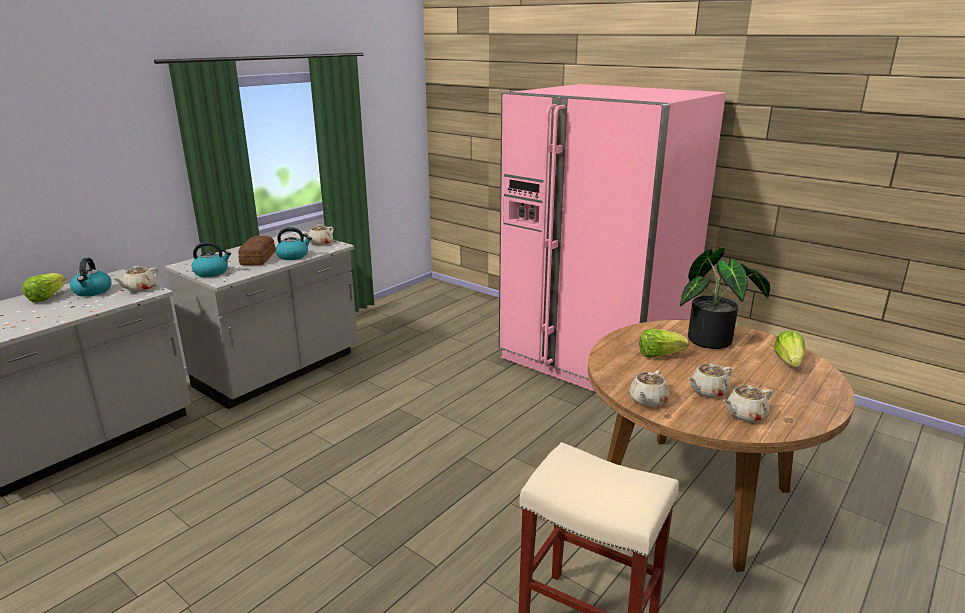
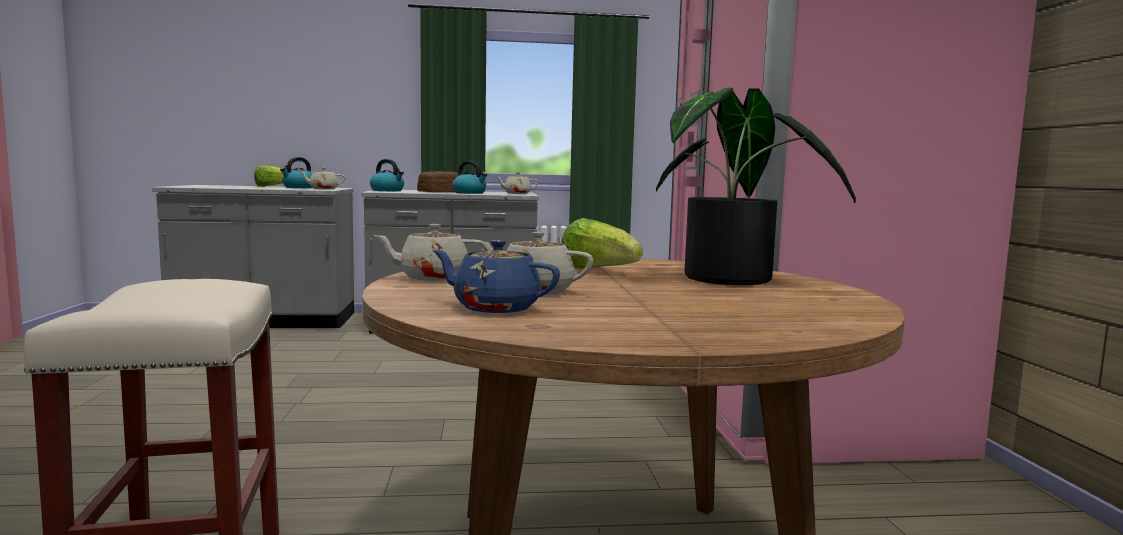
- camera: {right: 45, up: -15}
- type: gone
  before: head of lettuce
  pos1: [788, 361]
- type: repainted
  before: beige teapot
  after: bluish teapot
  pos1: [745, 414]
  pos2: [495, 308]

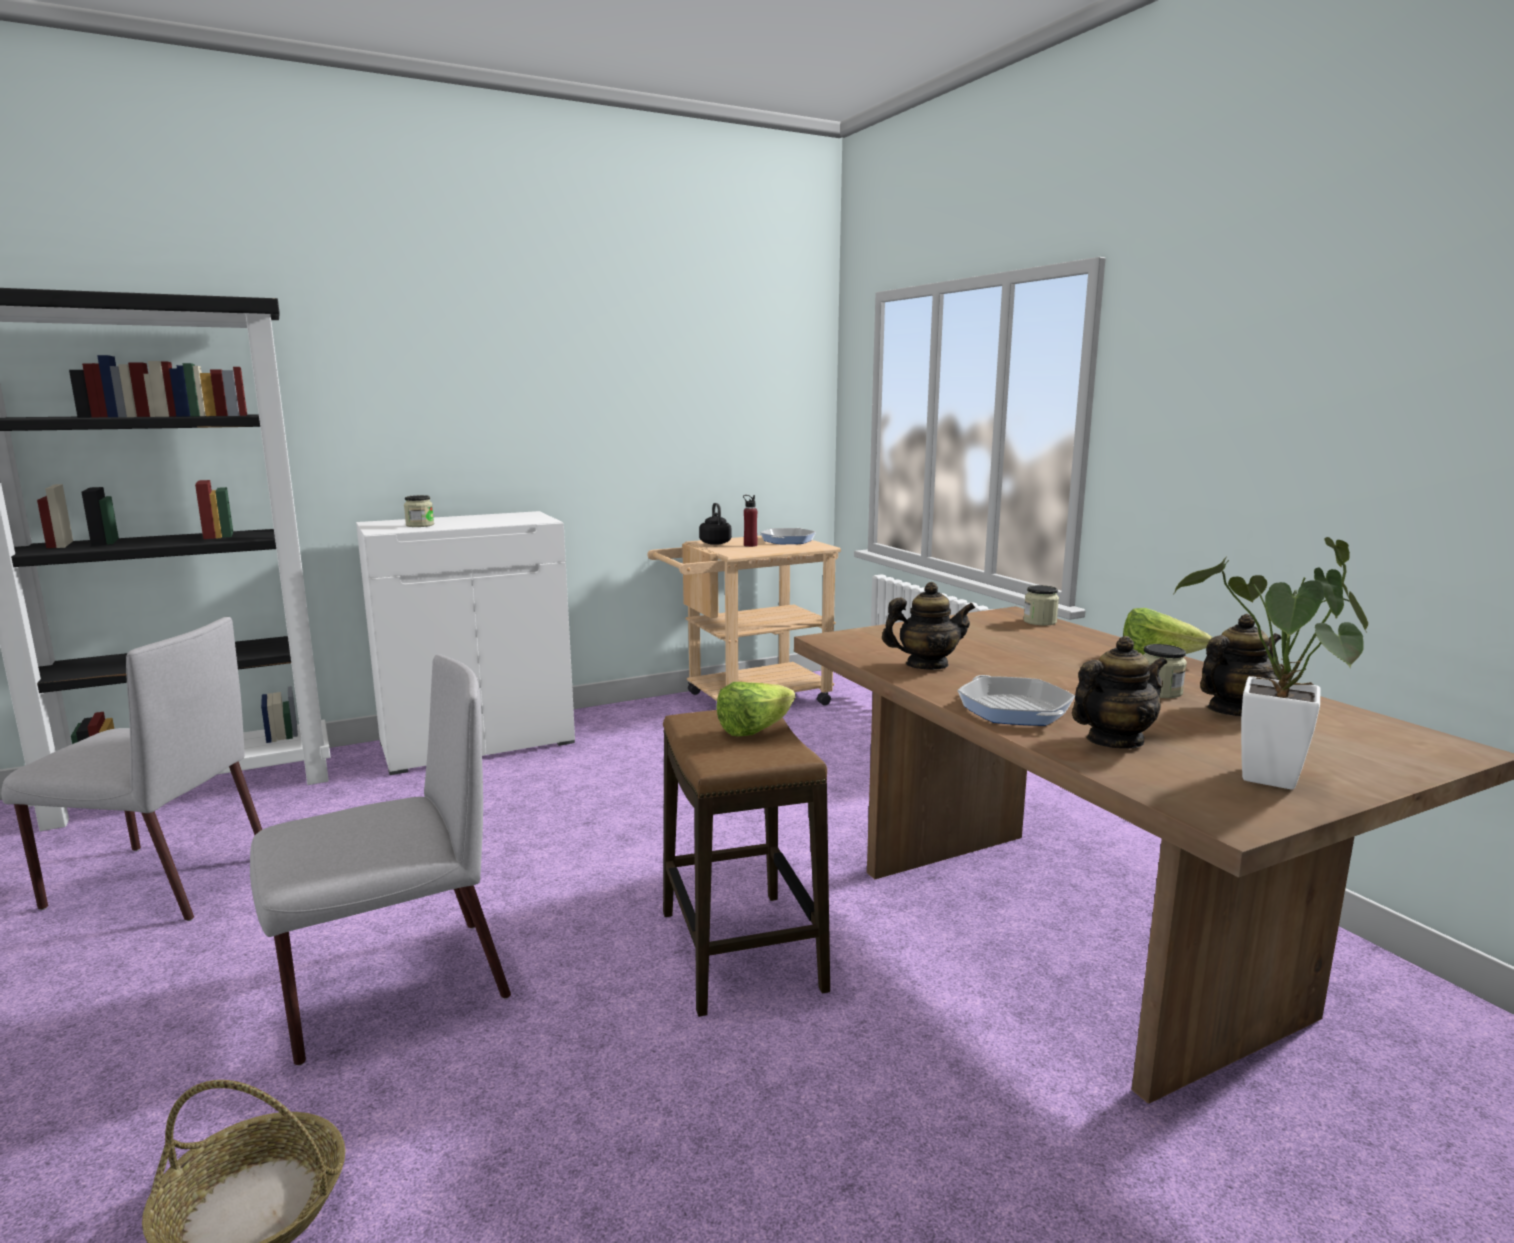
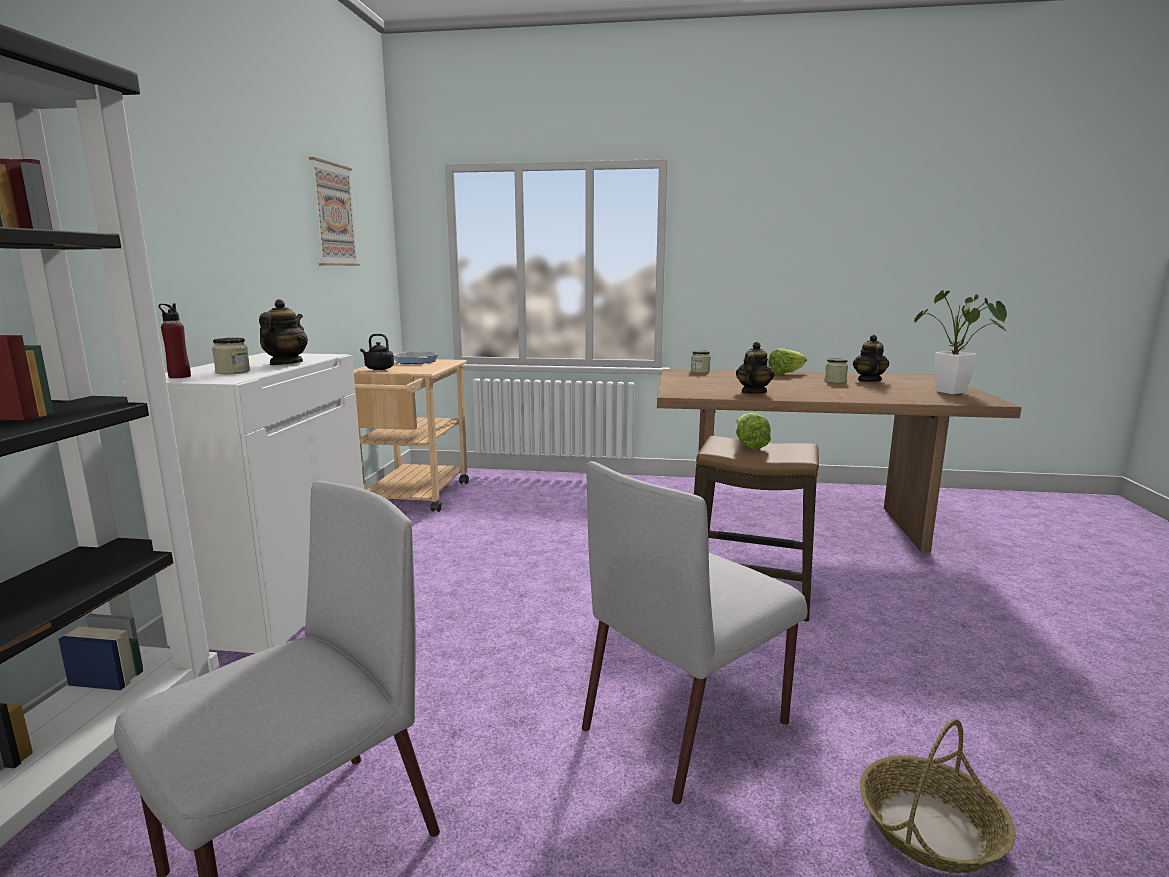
- camera: {right: -55, up: 0}
- type: gone
  before: frying pan
  pos1: [1014, 709]
- type: new
  after: picture
  pos2: [333, 215]
- type: shifted
  before: red drink bottle
  pos1: [750, 545]
  pos2: [179, 376]
- type: shifted
  before: teapot
  pos1: [1114, 741]
  pos2: [285, 364]
- type: rotated
  before: gray chair
  pos1: [390, 989]
  pos2: [688, 724]
  turn: -135

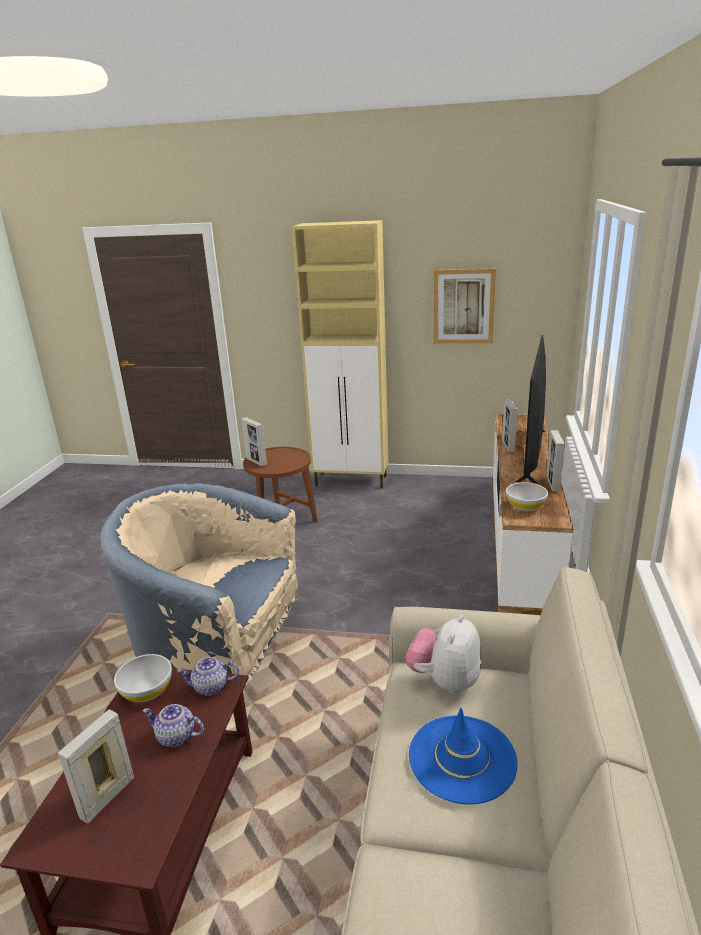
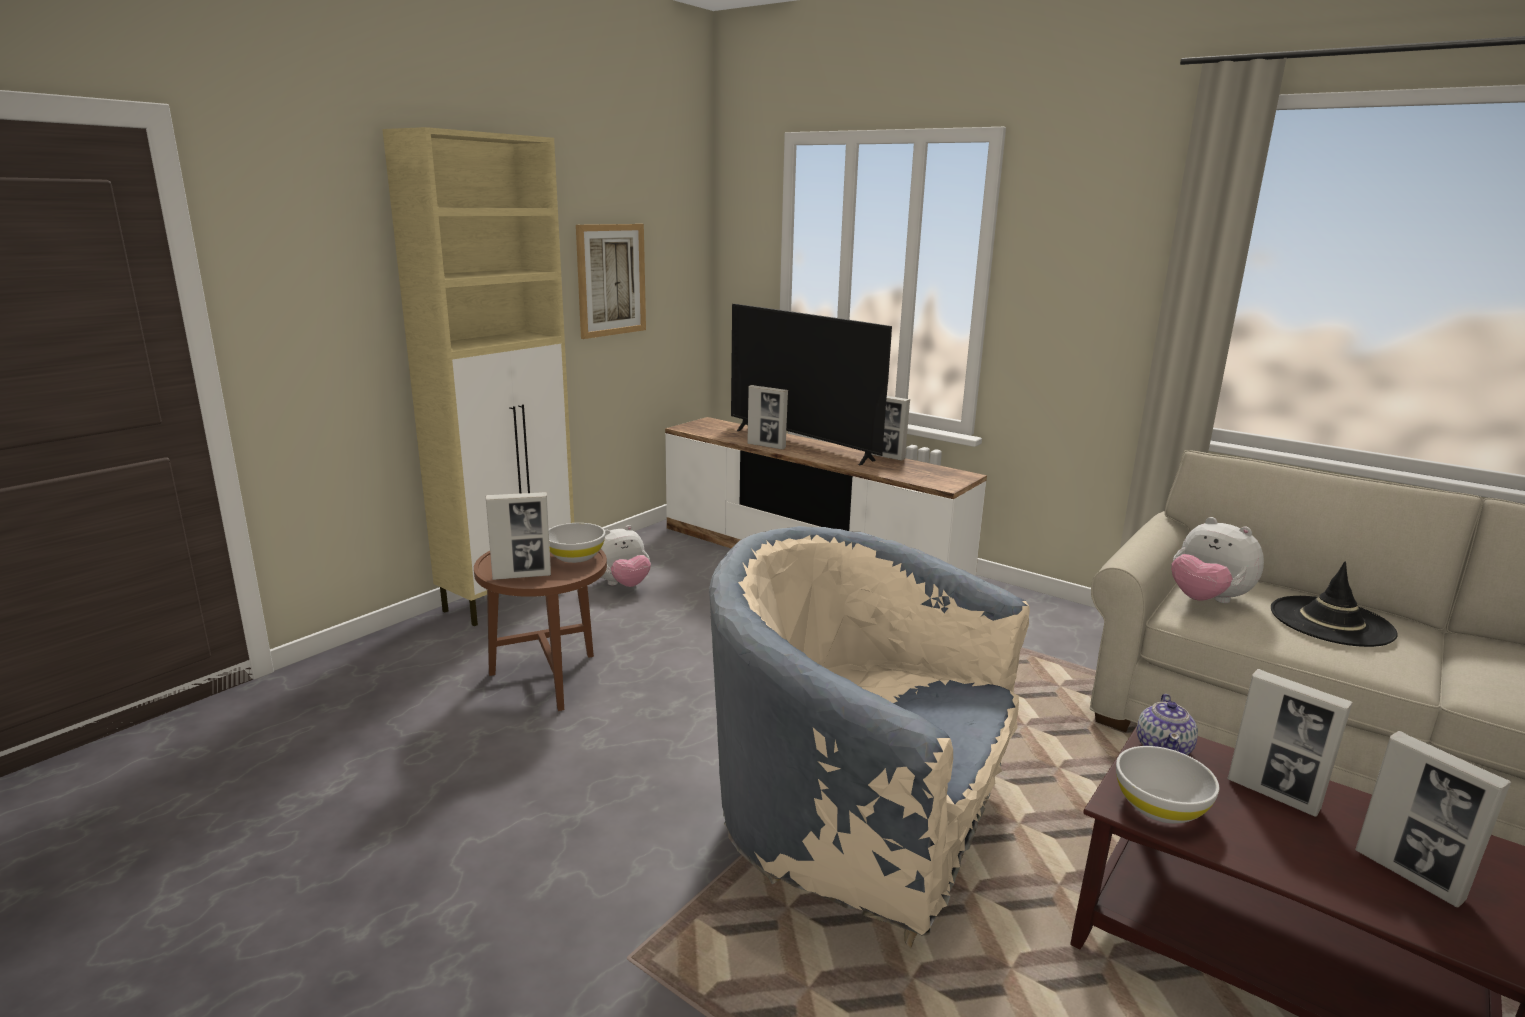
- camera: {right: -65, up: -5}
- type: new
  after: soft toy
  pos2: [622, 585]
- type: shifted
  before: white bowl
  pos1: [525, 506]
  pos2: [575, 556]
- type: swapped
  before: teapot
  after: picture frame
  pos1: [176, 737]
  pos2: [1273, 795]
- type: repainted
  before: bluish wearable hat
  after: blackish wearable hat
  pos1: [462, 758]
  pos2: [1331, 622]
- type: rotated
  before: beige easy chair
  pos1: [218, 647]
  pos2: [859, 829]
  turn: 75

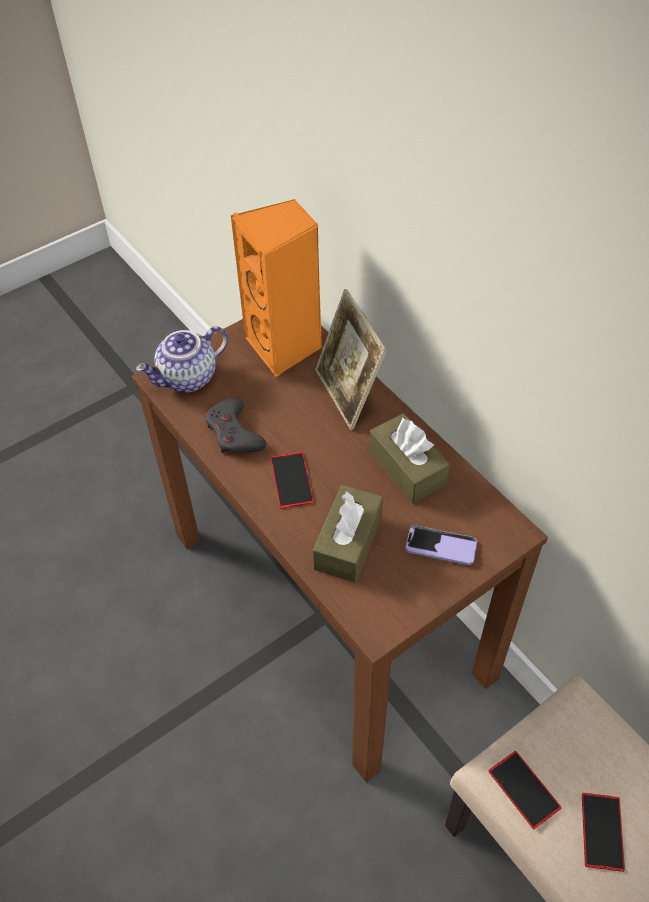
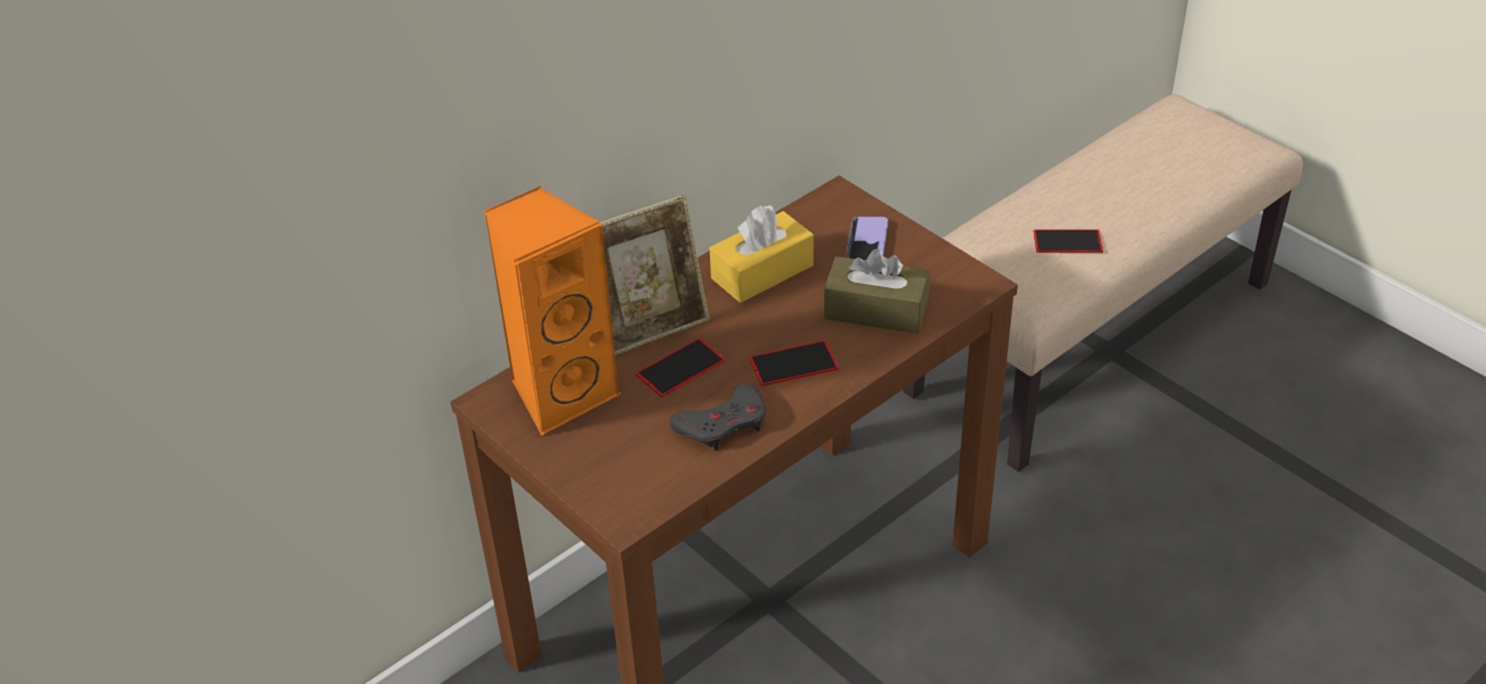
- camera: {right: -95, up: -10}
- type: gone
  before: teapot
  pos1: [188, 379]
- type: shifted
  before: telephone
  pos1: [524, 789]
  pos2: [680, 368]
- type: repainted
  before: brown box of tissues
  after: yellow box of tissues
  pos1: [407, 468]
  pos2: [762, 272]

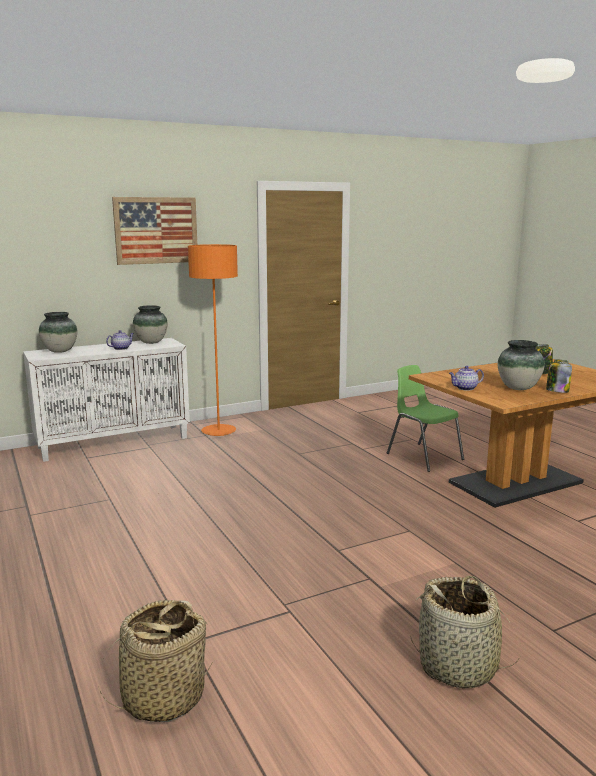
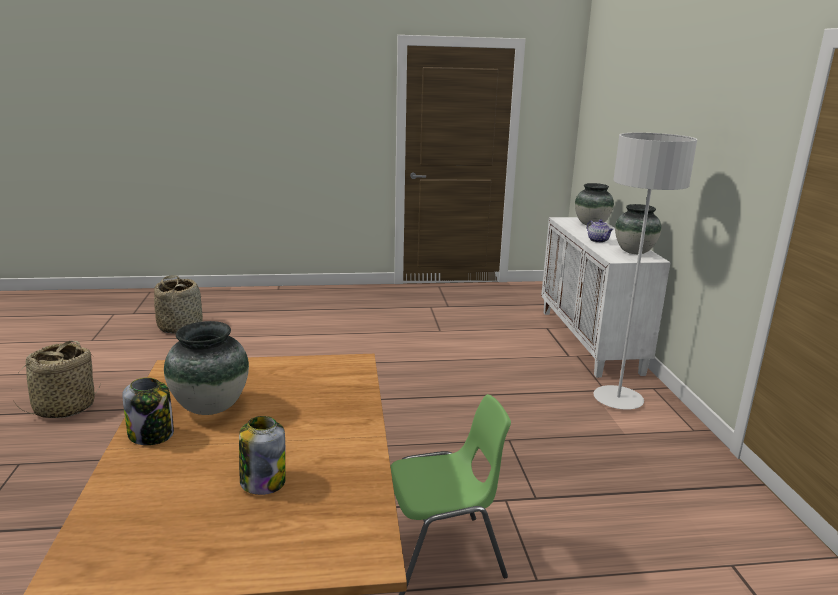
- camera: {right: 110, up: 5}
- type: gone
  before: picture
  pos1: [156, 230]
- type: gone
  before: teapot
  pos1: [465, 388]
- type: repainted
  before: orange-coloured standard lamp
  after: gray standard lamp
  pos1: [218, 431]
  pos2: [618, 400]

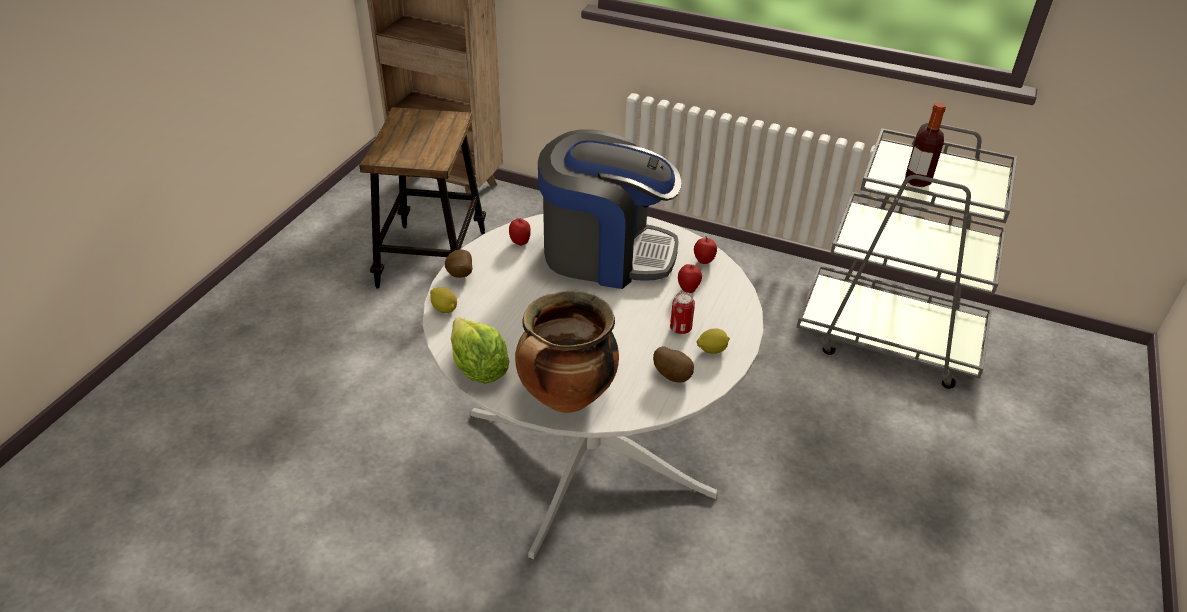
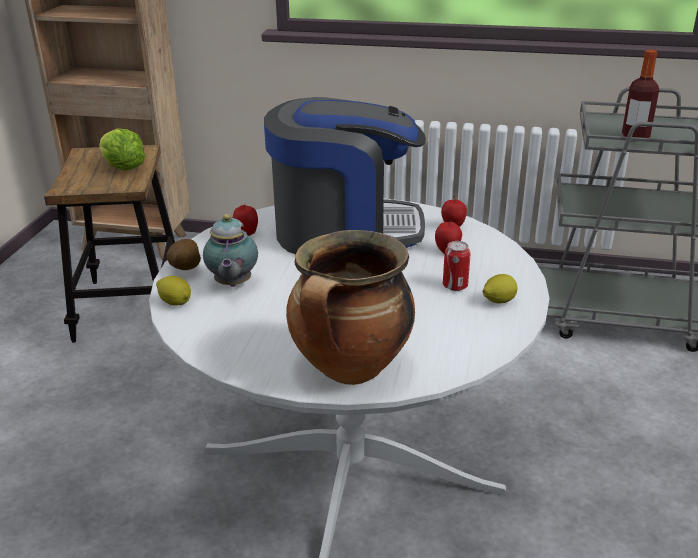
- camera: {right: -10, up: -10}
- type: gone
  before: whole potato
  pos1: [673, 376]
- type: new
  after: teapot
  pos2: [232, 284]
- type: shifted
  before: head of lettuce
  pos1: [478, 369]
  pos2: [123, 168]

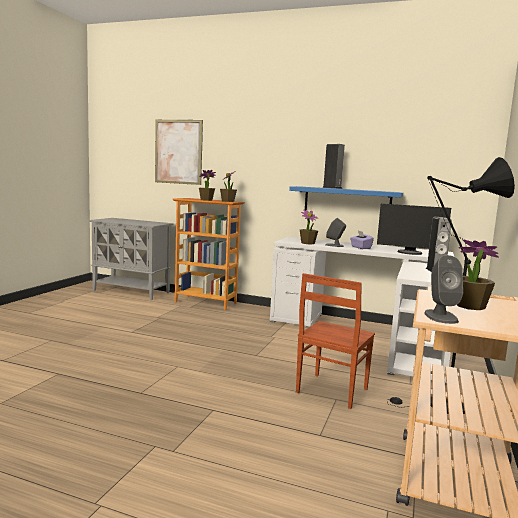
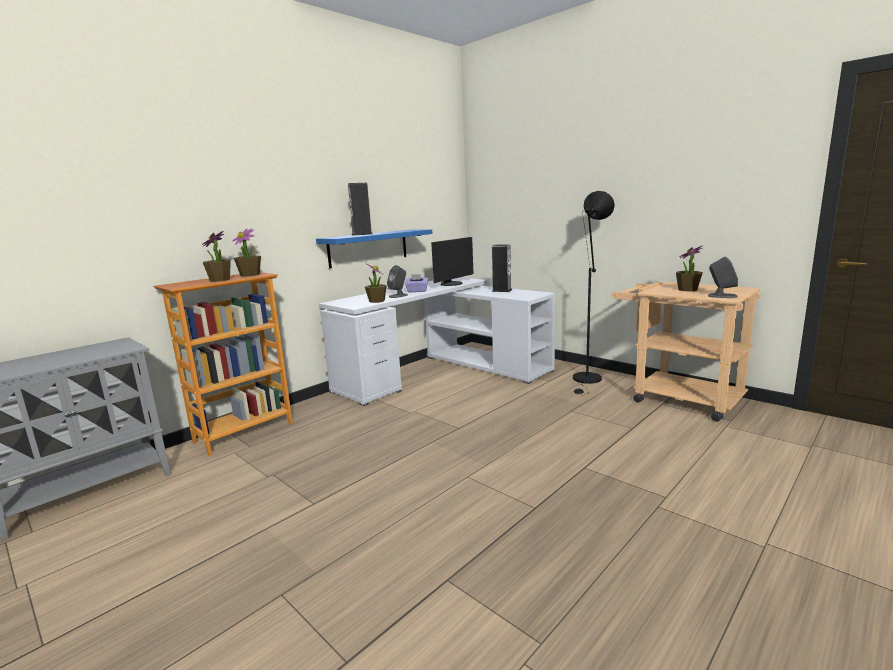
- camera: {right: -65, up: 5}
- type: gone
  before: picture
  pos1: [178, 152]
- type: gone
  before: brown chair
  pos1: [330, 391]

